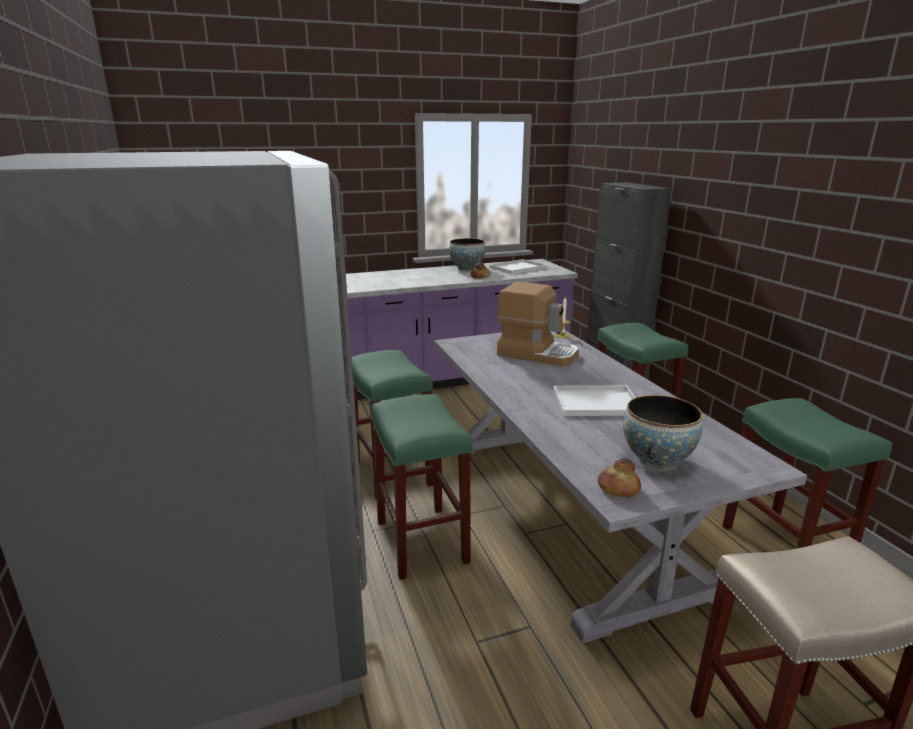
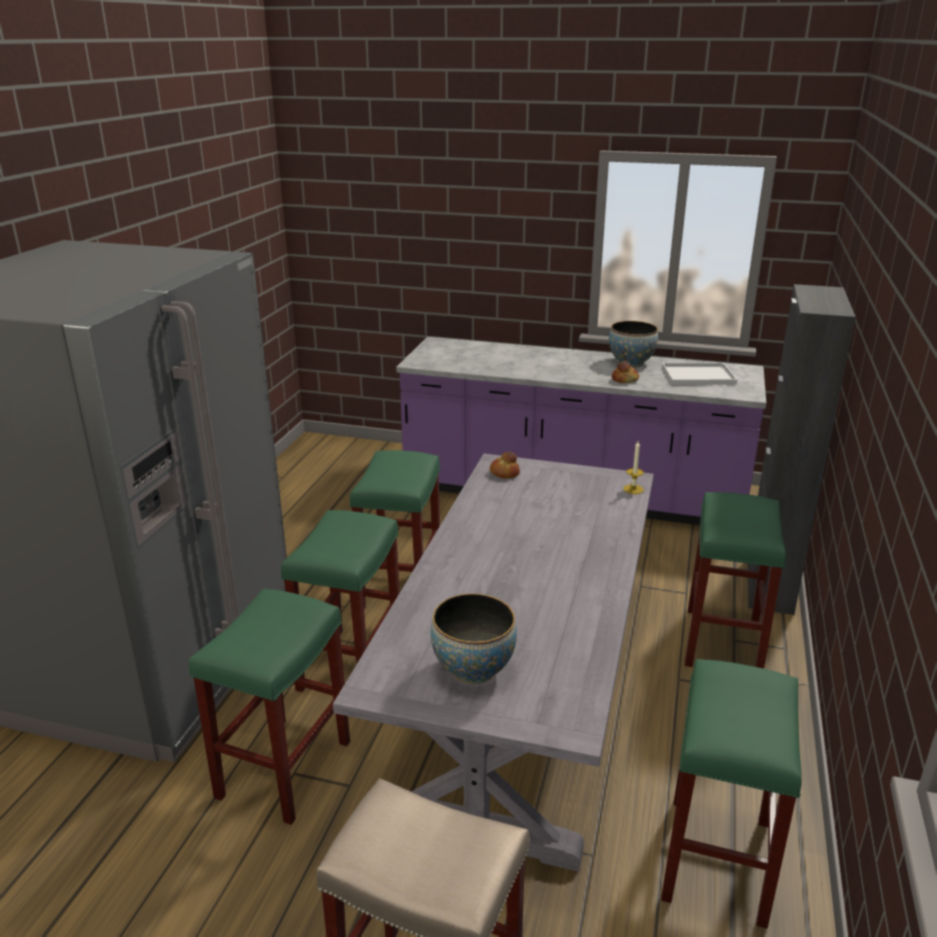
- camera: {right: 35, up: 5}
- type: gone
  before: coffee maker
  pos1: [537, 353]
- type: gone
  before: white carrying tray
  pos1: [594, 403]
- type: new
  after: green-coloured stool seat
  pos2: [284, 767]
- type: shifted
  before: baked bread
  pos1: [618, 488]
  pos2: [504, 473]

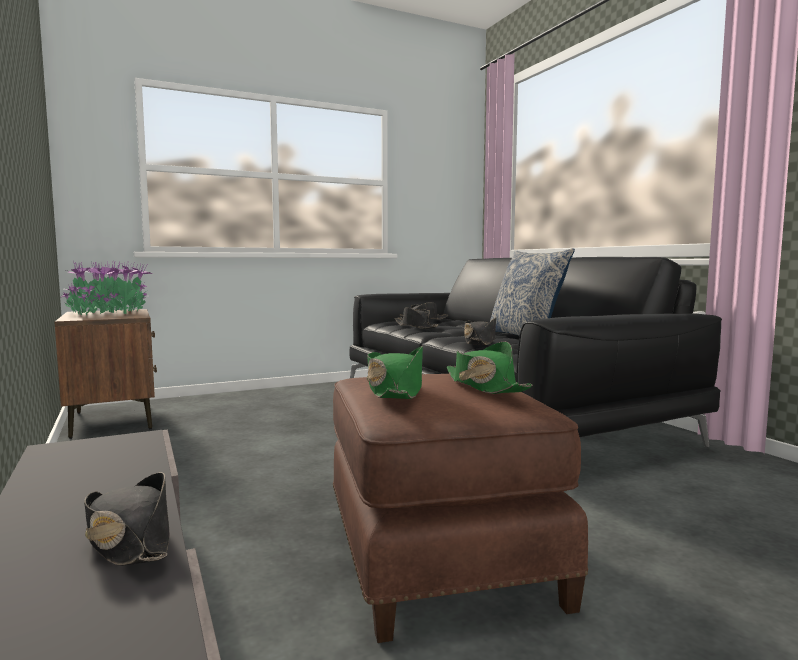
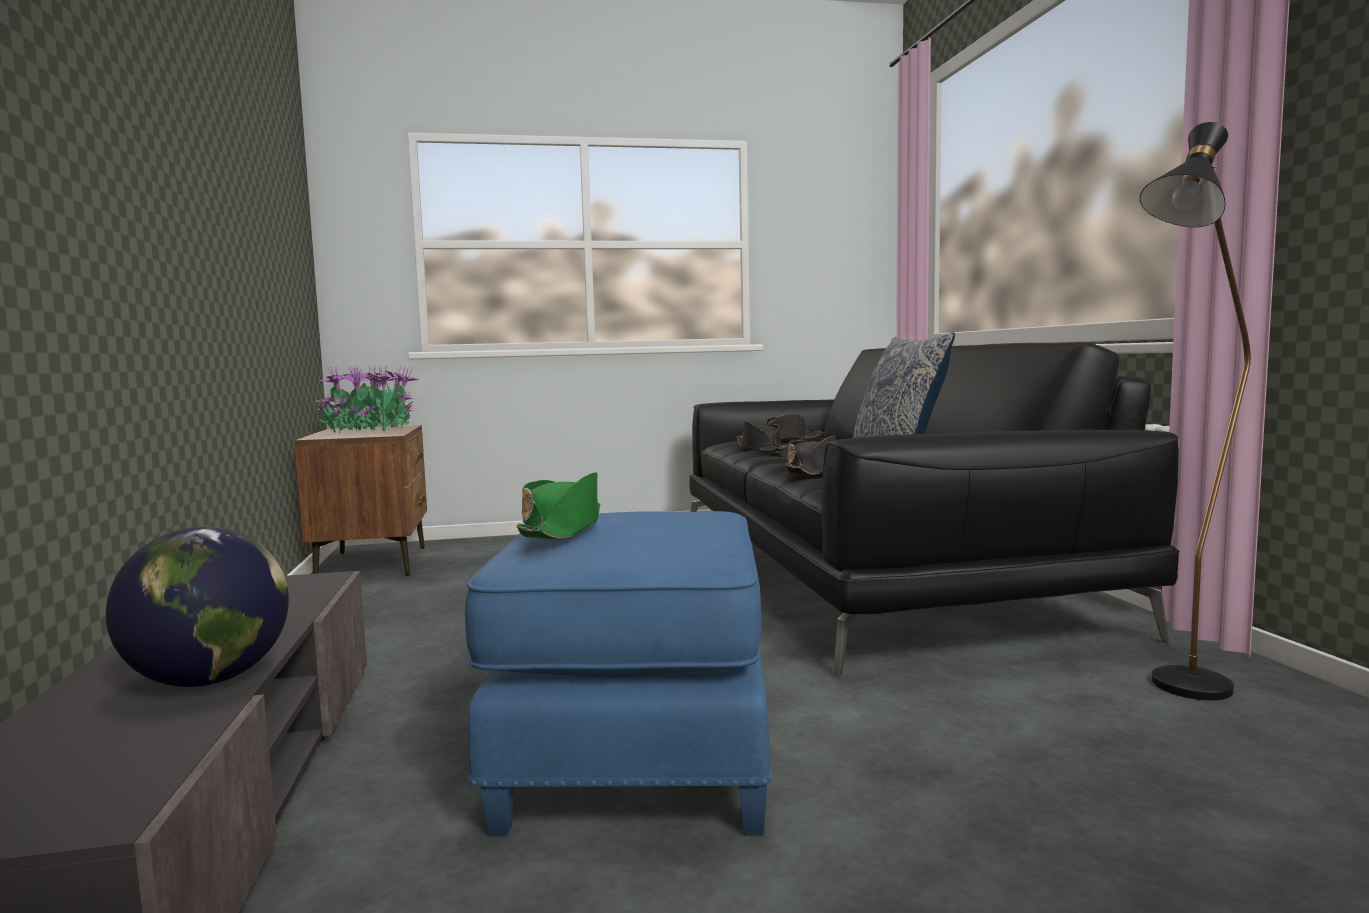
- camera: {right: 15, up: 0}
- type: gone
  before: green-coloured wearable hat
  pos1: [484, 386]
- type: new
  after: blackish standard lamp
  pos2: [1182, 693]
- type: swapped
  before: blackish wearable hat
  after: desk globe
  pos1: [129, 539]
  pos2: [210, 680]
- type: repainted
  before: brown ottoman
  after: bluish ottoman
  pos1: [436, 556]
  pos2: [634, 750]

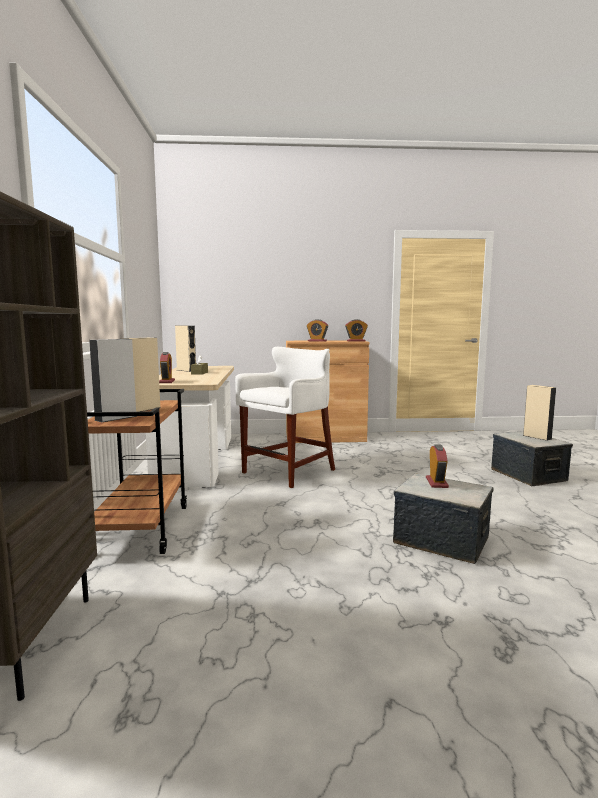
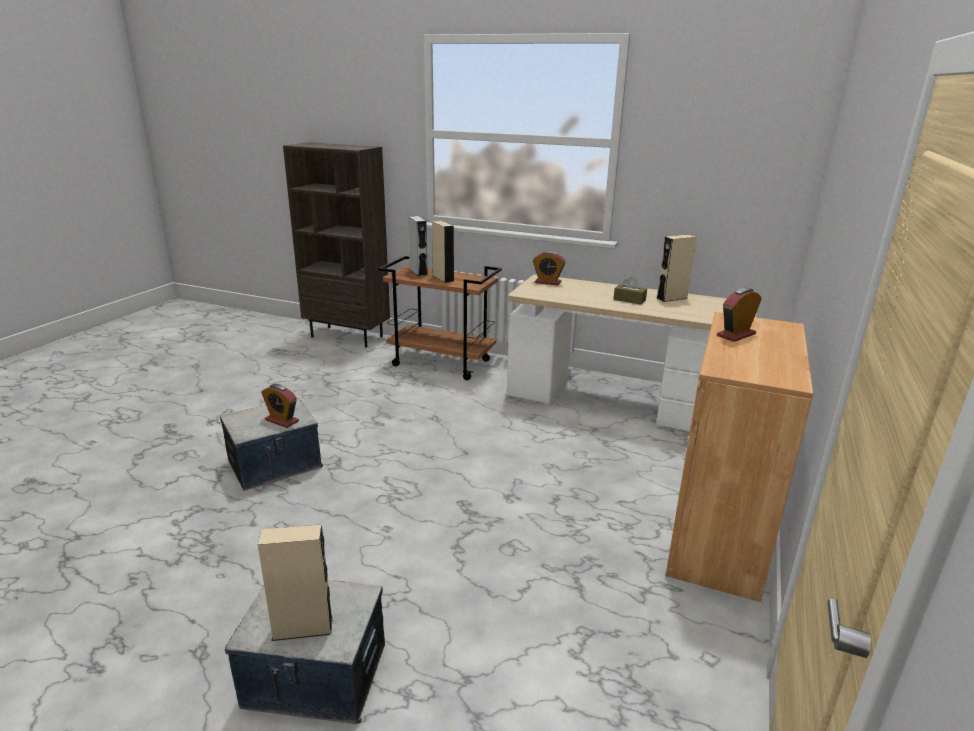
- camera: {right: 115, up: 15}
- type: gone
  before: white stool seat
  pos1: [289, 472]
- type: gone
  before: bedside clock
  pos1: [356, 341]

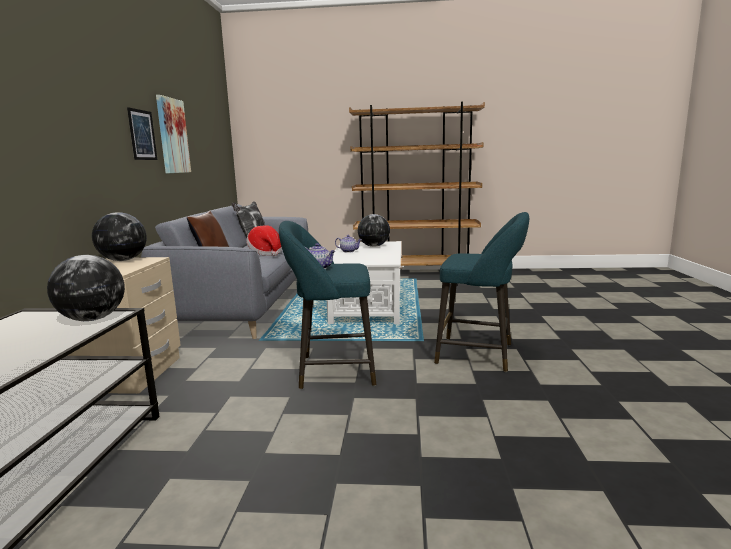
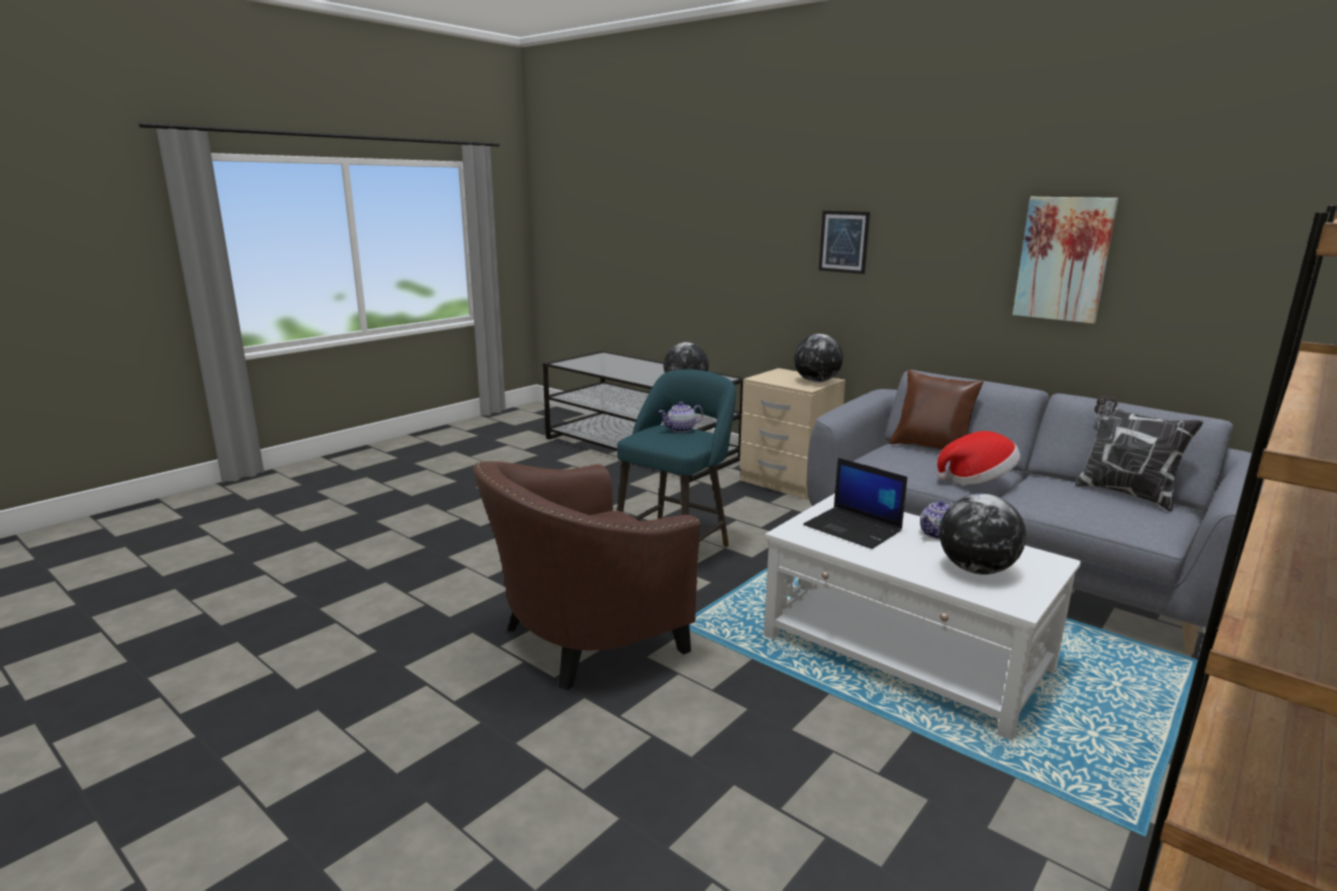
- camera: {right: 125, up: 5}
- type: new
  after: portable computer
  pos2: [854, 528]
- type: shifted
  before: picture
  pos1: [142, 135]
  pos2: [843, 242]
- type: swapped
  before: blue-green stool seat
  after: brown easy chair
  pos1: [480, 355]
  pos2: [582, 640]

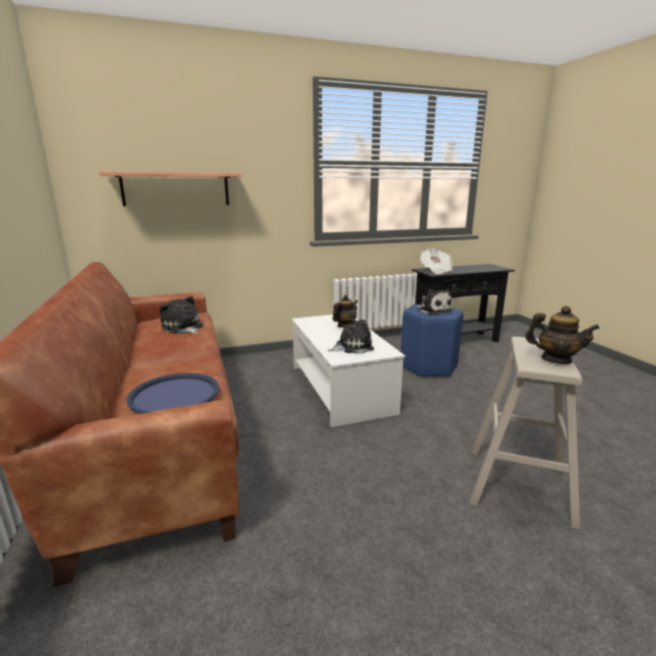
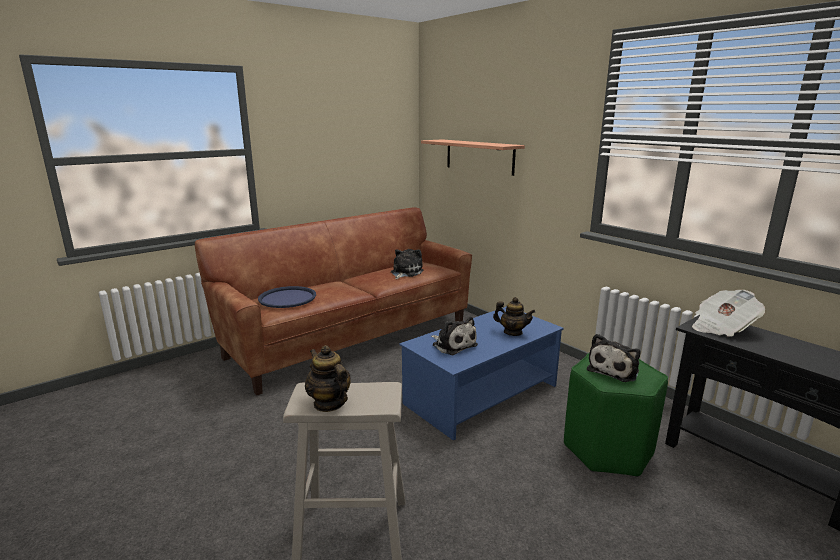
- camera: {right: 70, up: 0}
- type: repainted
  before: white coffee table
  after: bluish coffee table
  pos1: [340, 388]
  pos2: [482, 394]
- type: repainted
  before: bluish stool seat
  after: green-coloured stool seat
  pos1: [429, 366]
  pos2: [608, 450]
- type: rotated
  before: teapot
  pos1: [556, 359]
  pos2: [329, 403]
  turn: 135

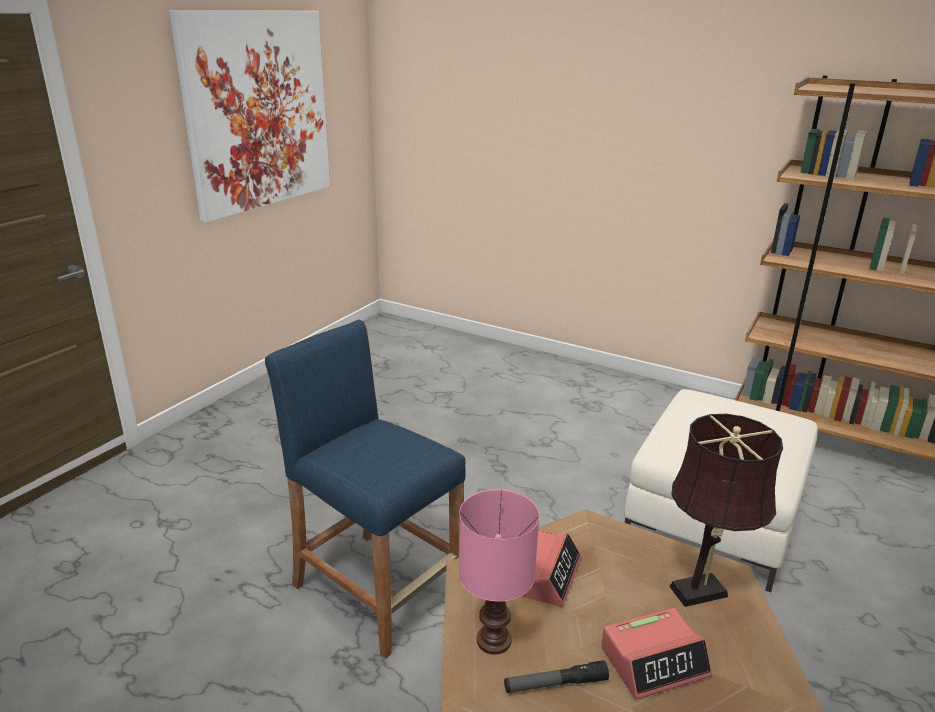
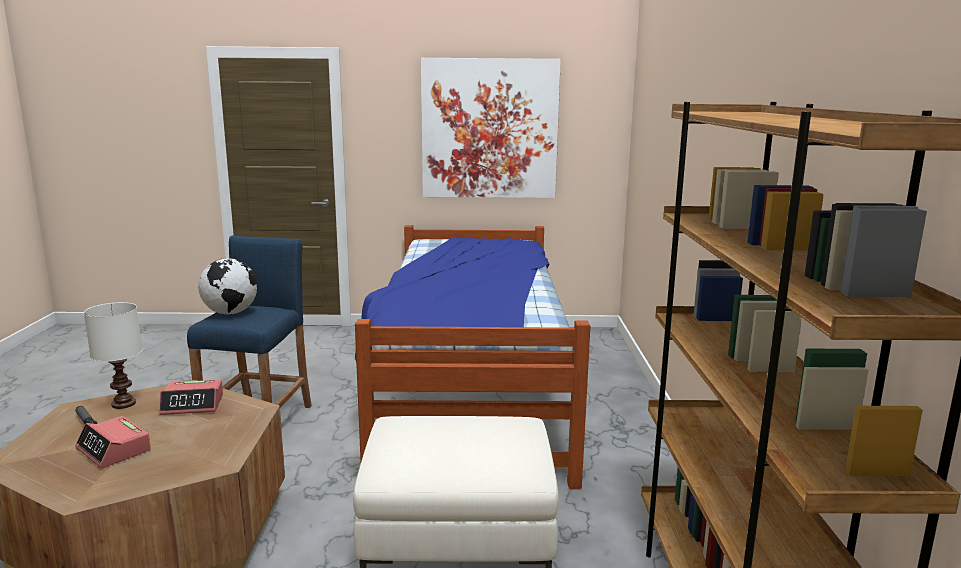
- camera: {right: 60, up: -10}
- type: gone
  before: brown lamp for a table
  pos1: [703, 590]
- type: new
  after: desk globe
  pos2: [231, 313]
- type: new
  after: sleeping bed
  pos2: [470, 389]
- type: repainted
  before: pink lamp for a table
  after: white lamp for a table
  pos1: [492, 640]
  pos2: [124, 403]

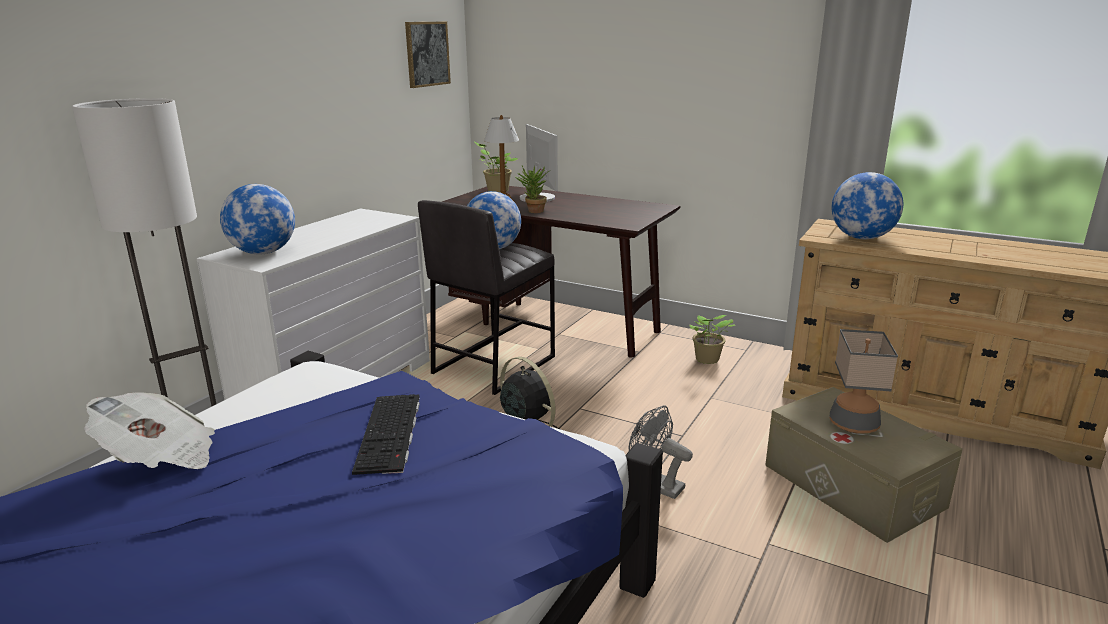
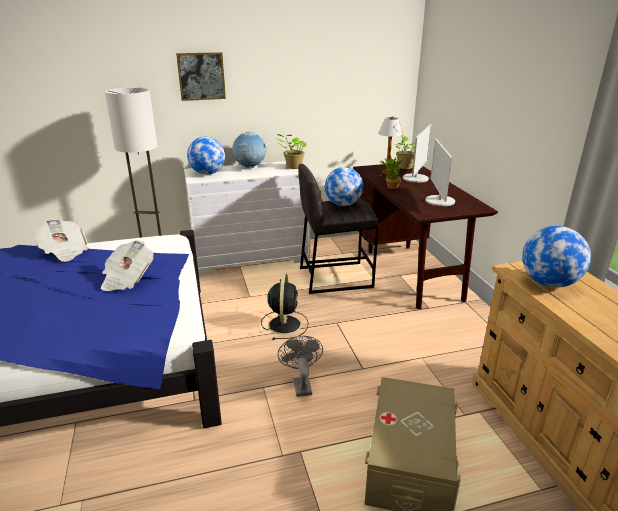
- camera: {right: 45, up: 5}
- type: gone
  before: lamp for a table
  pos1: [853, 424]
- type: new
  after: desk globe
  pos2: [250, 168]
- type: new
  after: computer display
  pos2: [439, 201]
- type: shifted
  before: picture
  pos1: [427, 54]
  pos2: [201, 76]
- type: shifted
  before: plant in a pot
  pos1: [707, 360]
  pos2: [293, 167]
- type: swapped
  before: keyboard
  after: daily paper
  pos1: [391, 433]
  pos2: [127, 279]

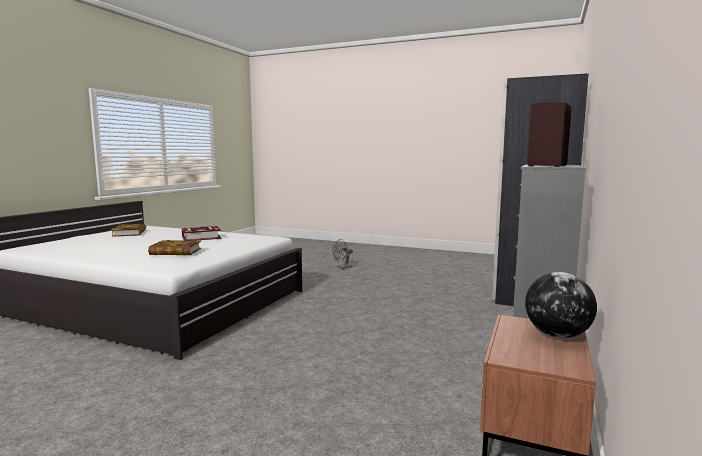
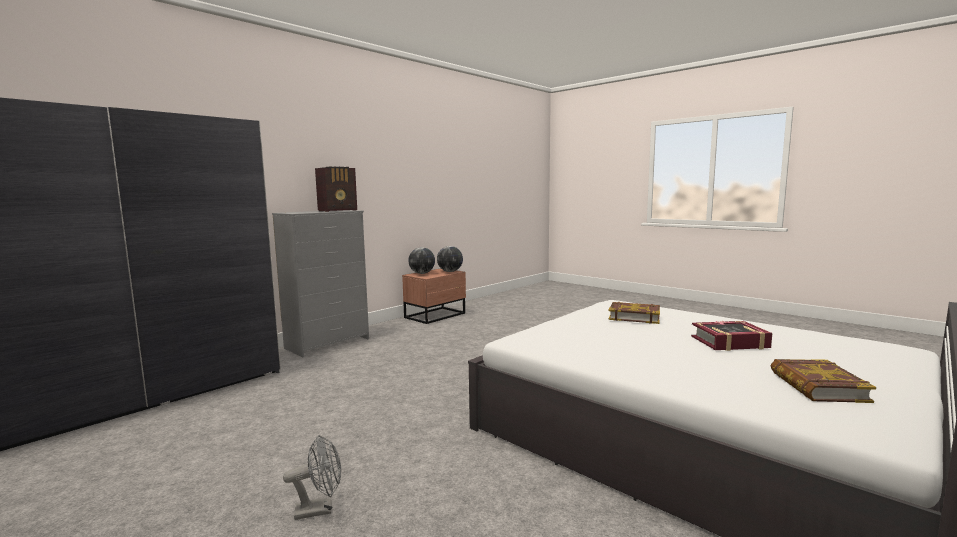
- camera: {right: -160, up: 0}
- type: new
  after: desk globe
  pos2: [450, 271]
- type: shifted
  before: bound book
  pos1: [201, 237]
  pos2: [730, 342]

